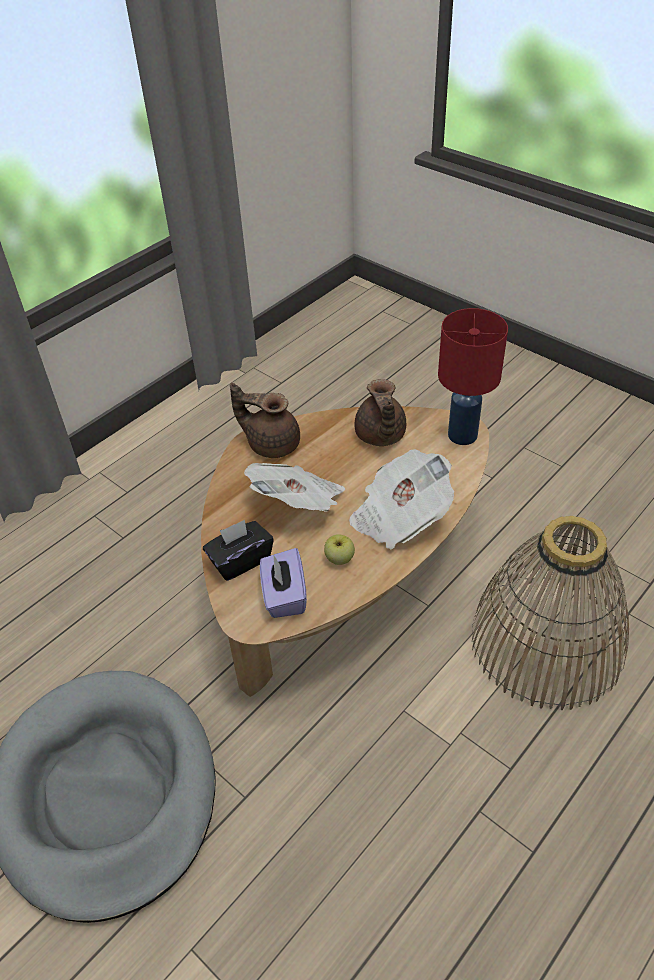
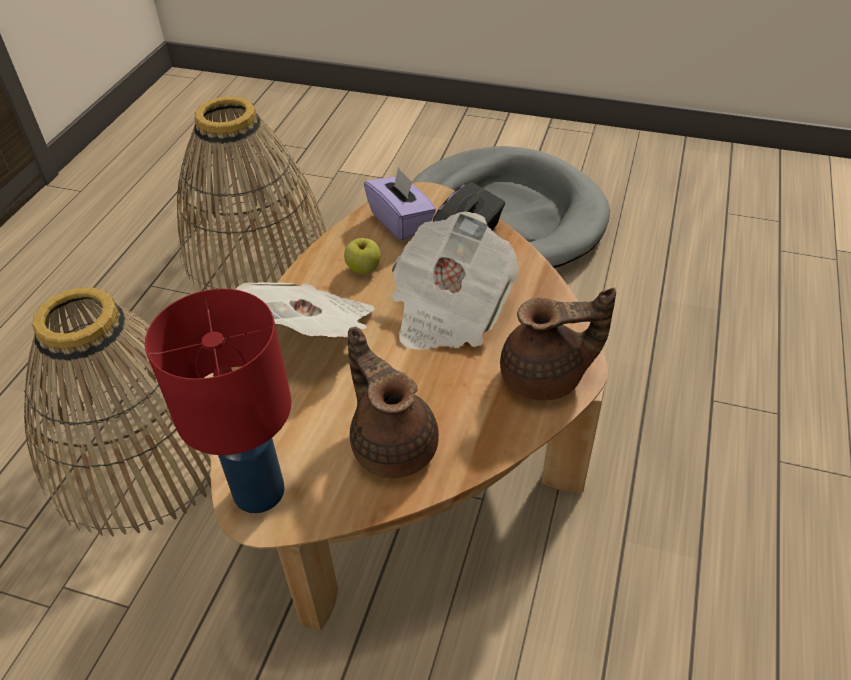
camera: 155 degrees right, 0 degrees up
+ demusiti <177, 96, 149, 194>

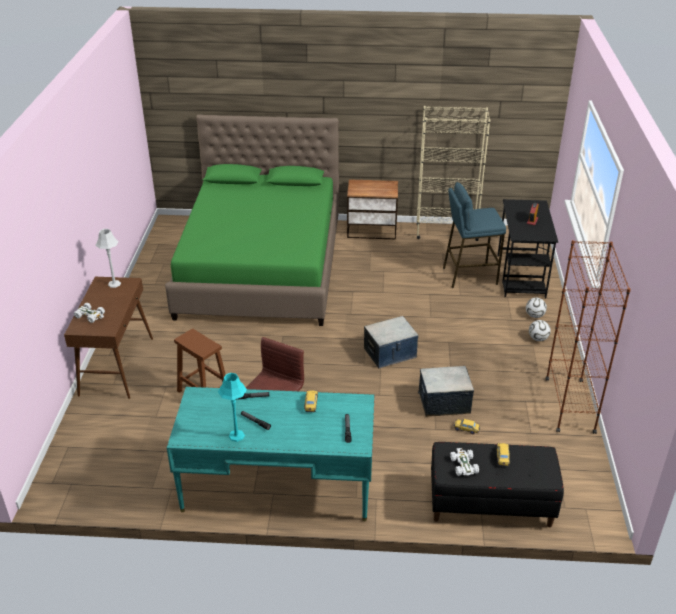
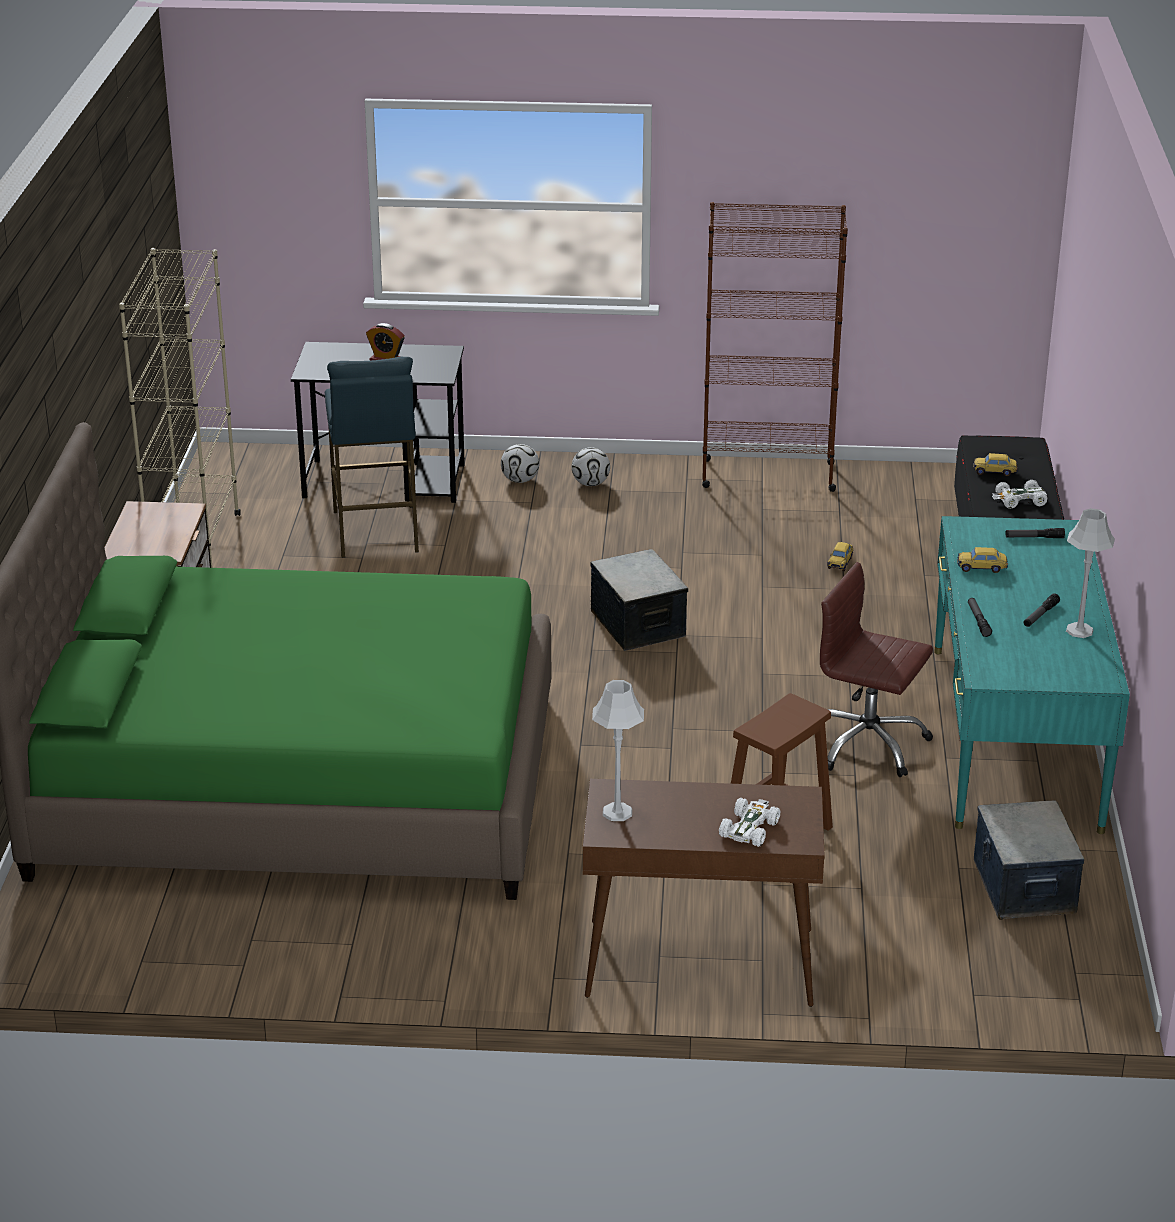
camera: 90 degrees left, 5 degrees down
~ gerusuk <418, 366, 56, 51> to <974, 801, 110, 119>
~ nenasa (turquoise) <218, 373, 29, 69> to nenasa (grey) <1066, 508, 49, 130>

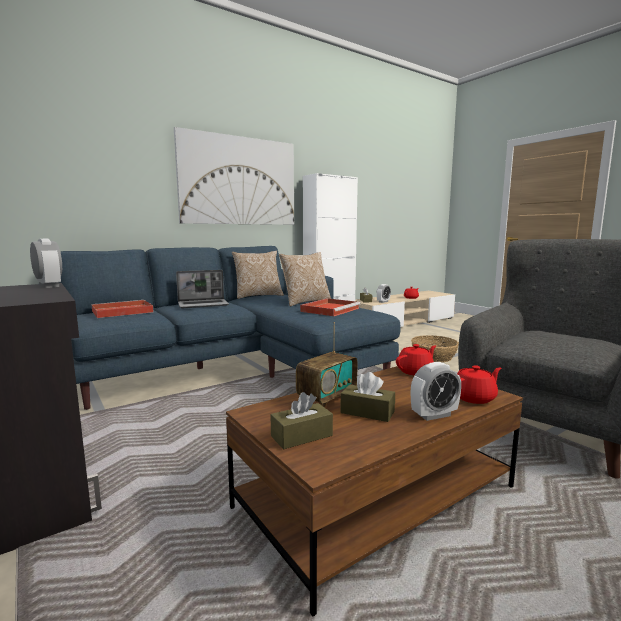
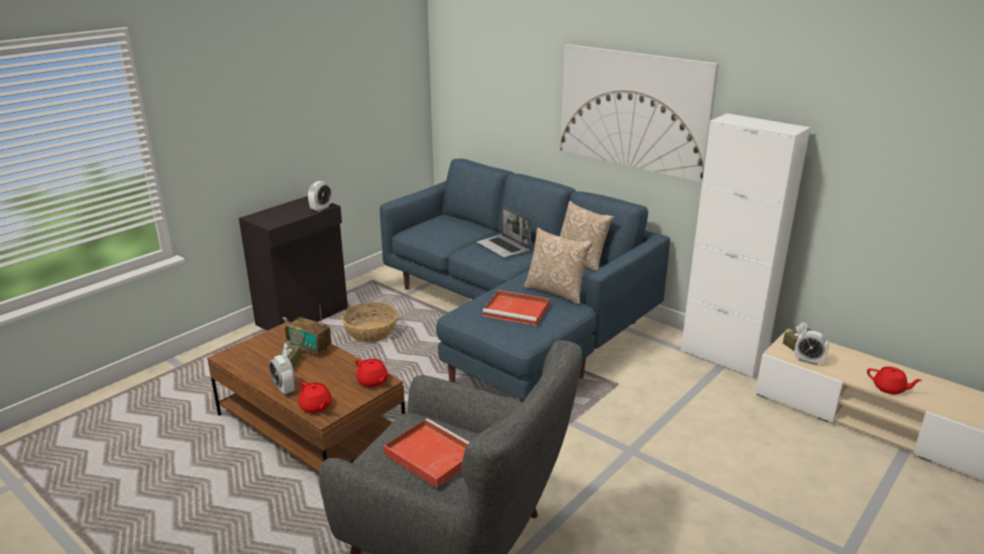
camera: 75 degrees right, 15 degrees up
- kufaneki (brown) <271, 392, 62, 57>
~ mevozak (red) <91, 300, 63, 18> to <383, 418, 87, 70>
~ demusiti <411, 335, 48, 27> to <342, 302, 56, 41>

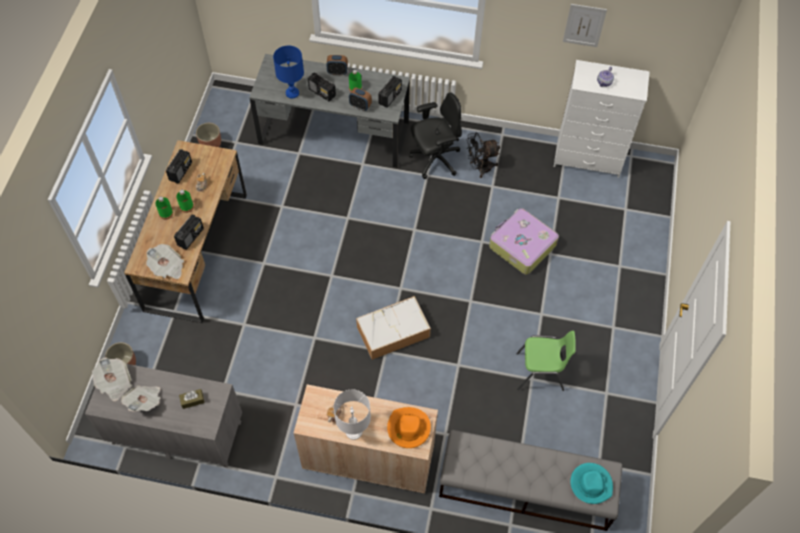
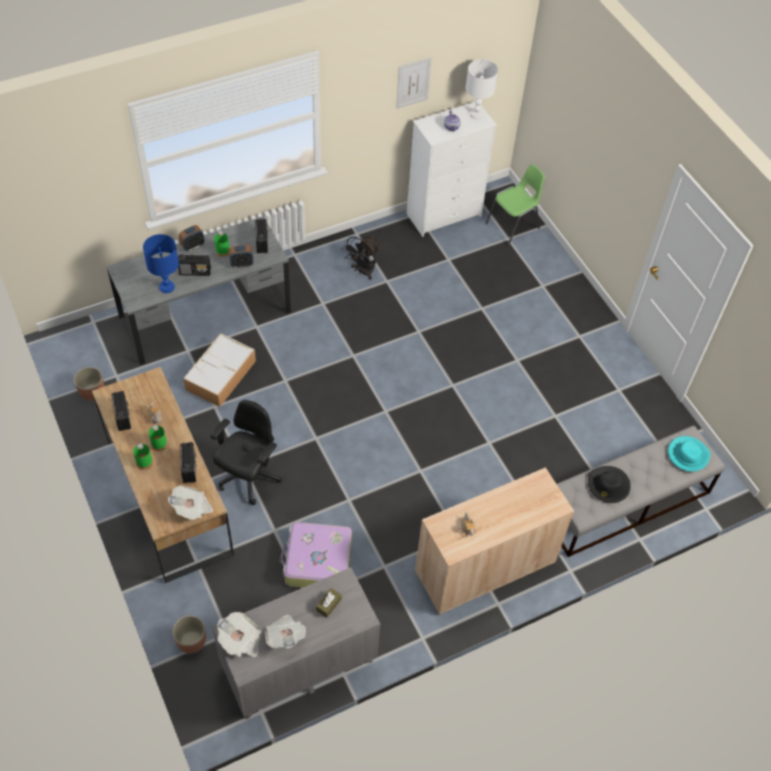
camera: 40 degrees left, 5 degrees down
- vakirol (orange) <387, 407, 44, 41>
+ vakirol (black) <588, 466, 43, 37>
~ nenasa (white) <334, 390, 37, 50> to <466, 59, 32, 60>
~ gerusuk <356, 296, 75, 64> to <183, 333, 73, 74>
~ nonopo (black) <409, 92, 53, 87> to <210, 400, 72, 105>
~ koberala <489, 208, 70, 67> to <280, 522, 72, 66>
~ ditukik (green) <516, 331, 60, 60> to <485, 164, 60, 82>

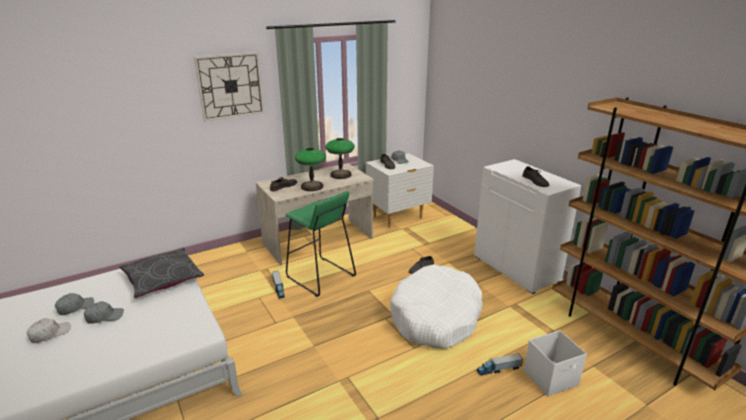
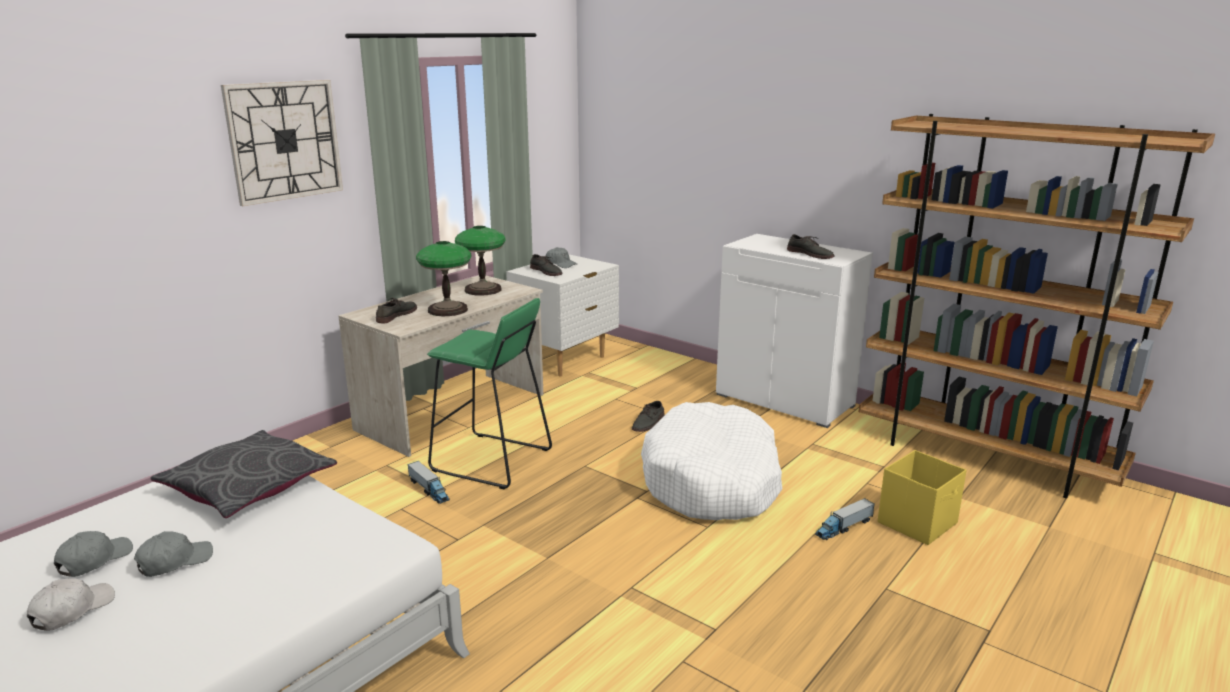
camera: 20 degrees left, 5 degrees down
~ gerusuk (white) <524, 330, 63, 66> to gerusuk (yellow) <878, 450, 89, 95>

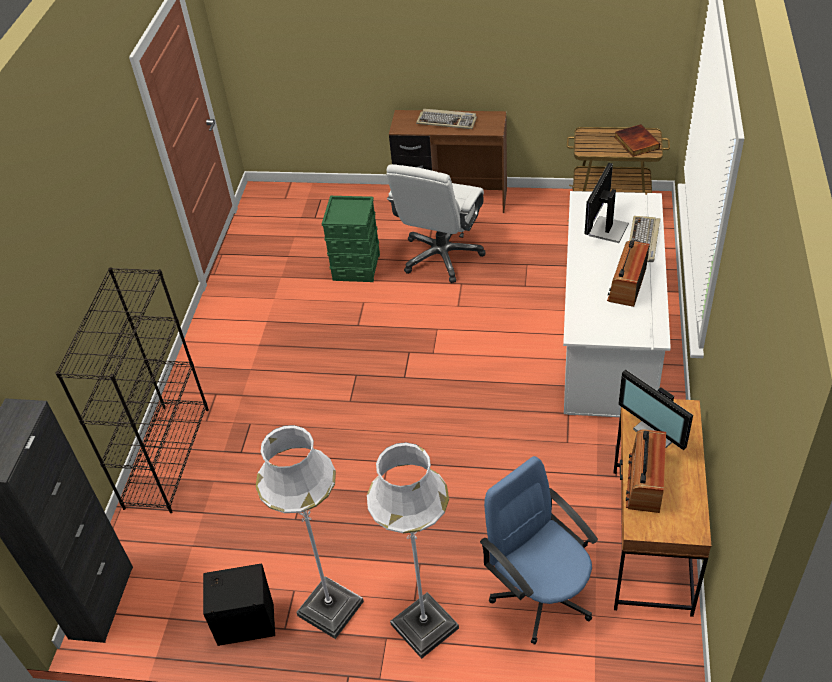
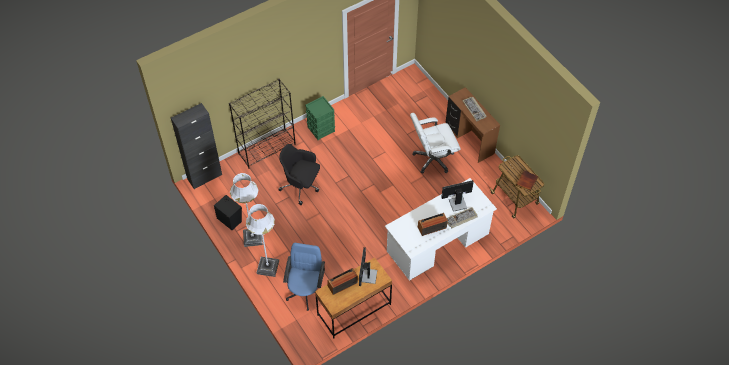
camera: 45 degrees right, 10 degrees up
+ nonopo (black) <278, 144, 42, 61>
~ gerusuk (green) <322, 196, 58, 86> to <305, 96, 30, 44>

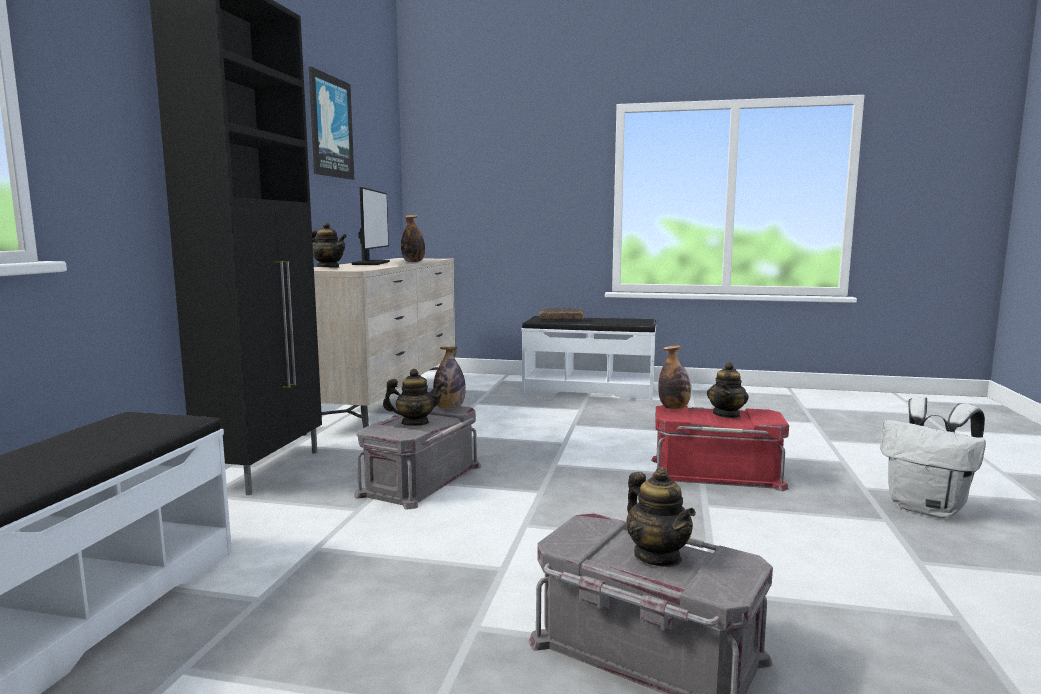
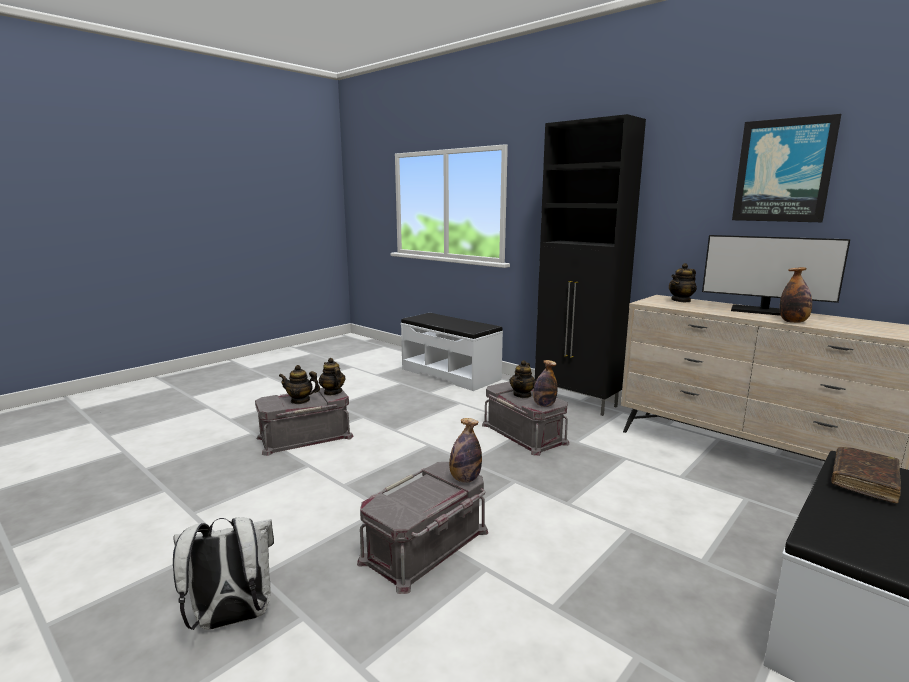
camera: 120 degrees right, 5 degrees up
~ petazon <707, 362, 42, 56> to <319, 358, 27, 37>
~ gerusuk (red) <651, 405, 138, 86> to gerusuk (grey) <357, 462, 131, 132>

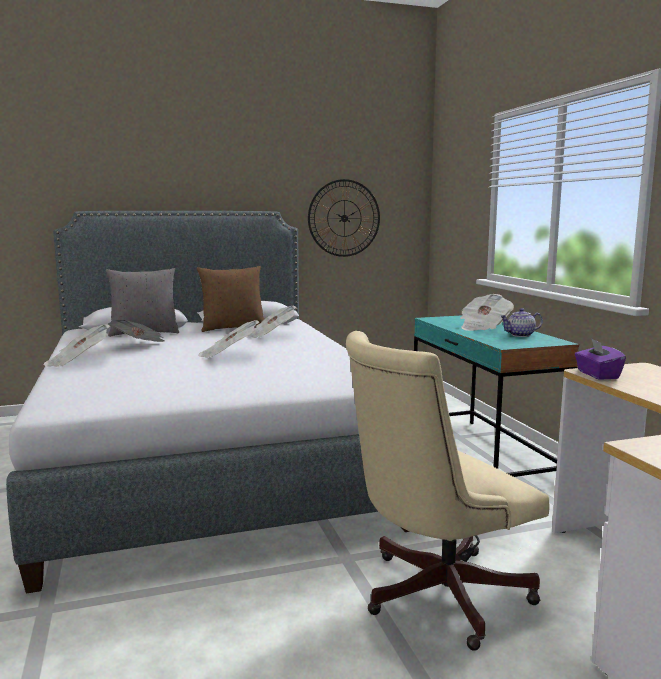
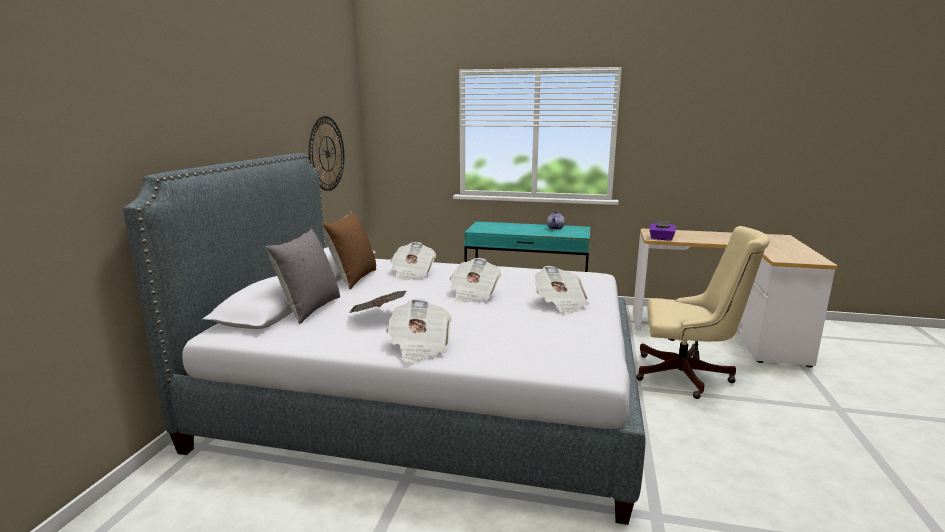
camera: 60 degrees left, 5 degrees up
~ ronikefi <460, 294, 54, 37> to <534, 266, 55, 48>
~ nonopo (beige) <346, 331, 203, 320> = <636, 226, 134, 173> 75 degrees counterclockwise

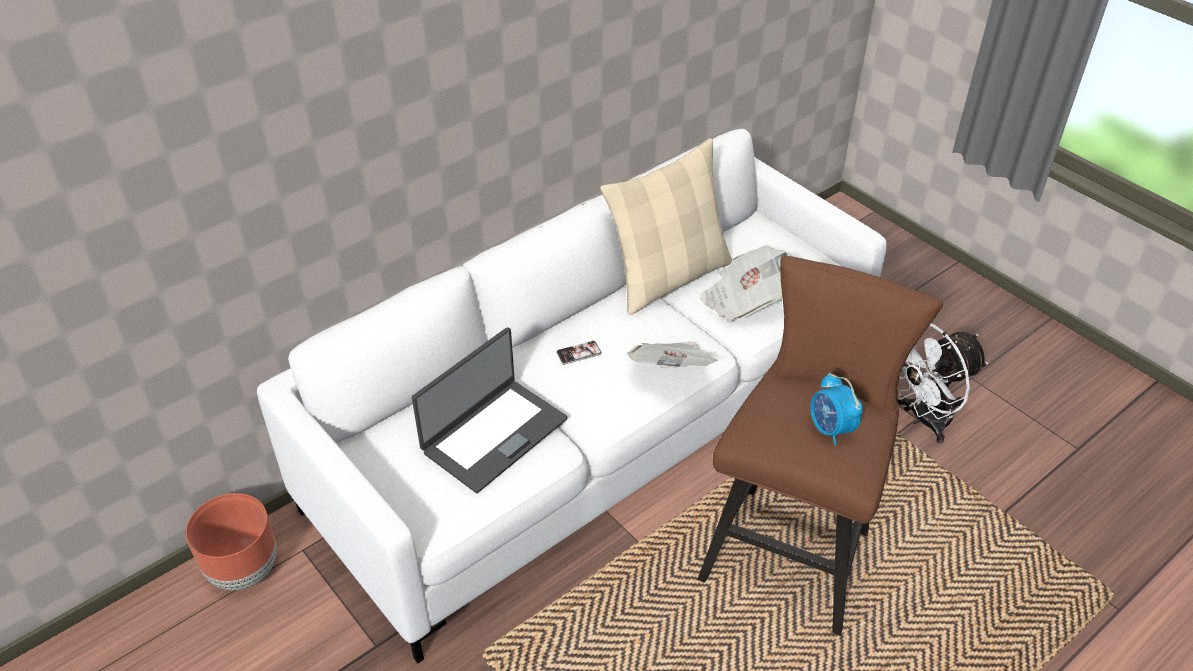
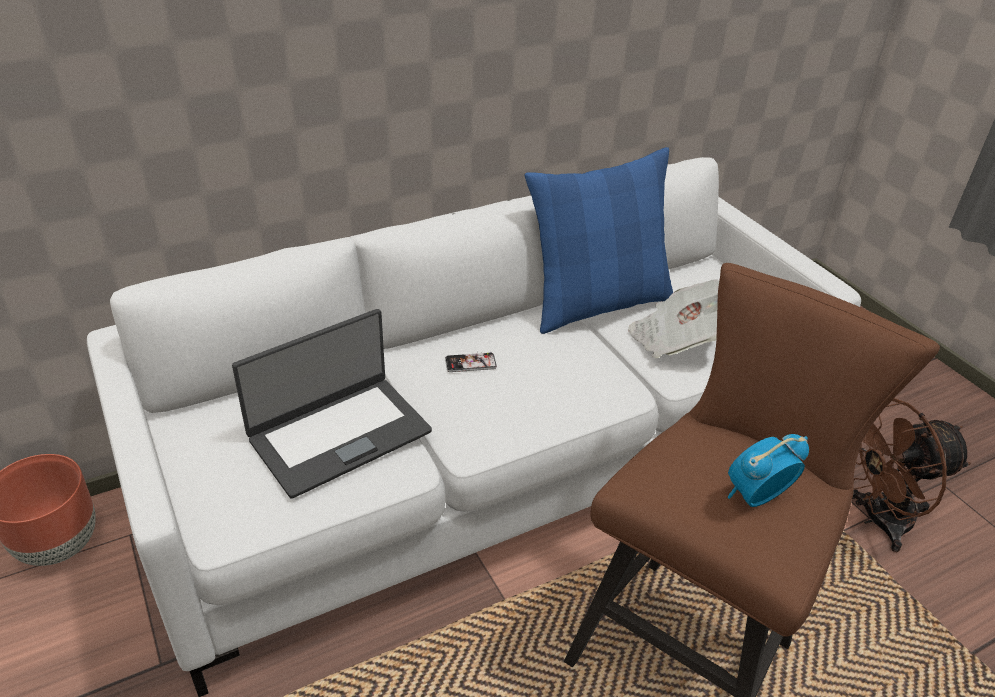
camera: 10 degrees right, 5 degrees down
- ronikefi <627, 341, 91, 27>
~ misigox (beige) <600, 138, 133, 177> to misigox (blue) <525, 147, 148, 187>
~ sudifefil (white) <898, 324, 90, 120> to sudifefil (brown) <852, 398, 119, 154>
~ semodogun <810, 372, 53, 73> = <727, 434, 82, 73> 75 degrees clockwise

